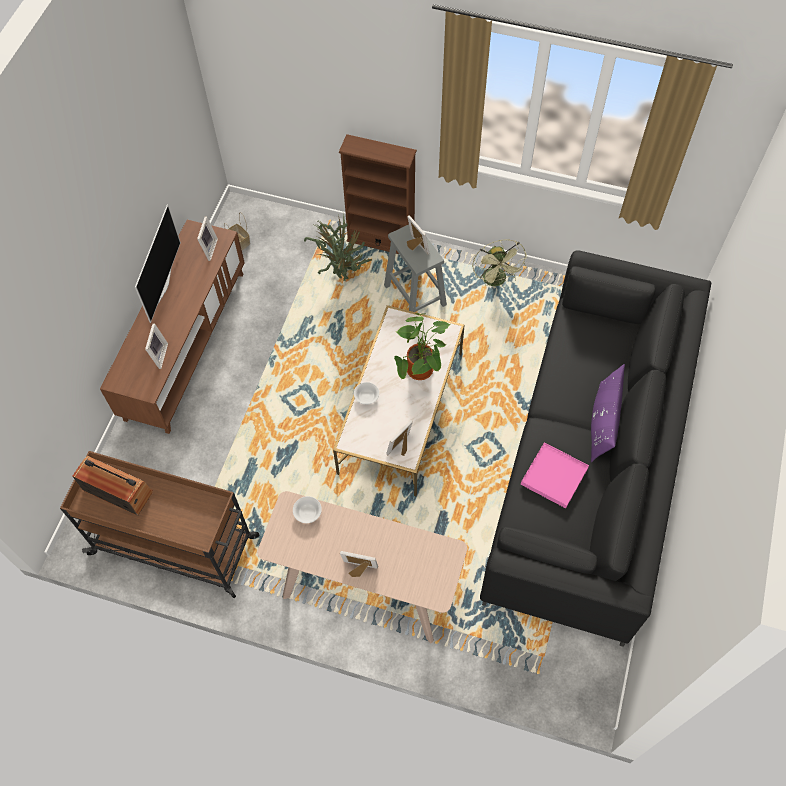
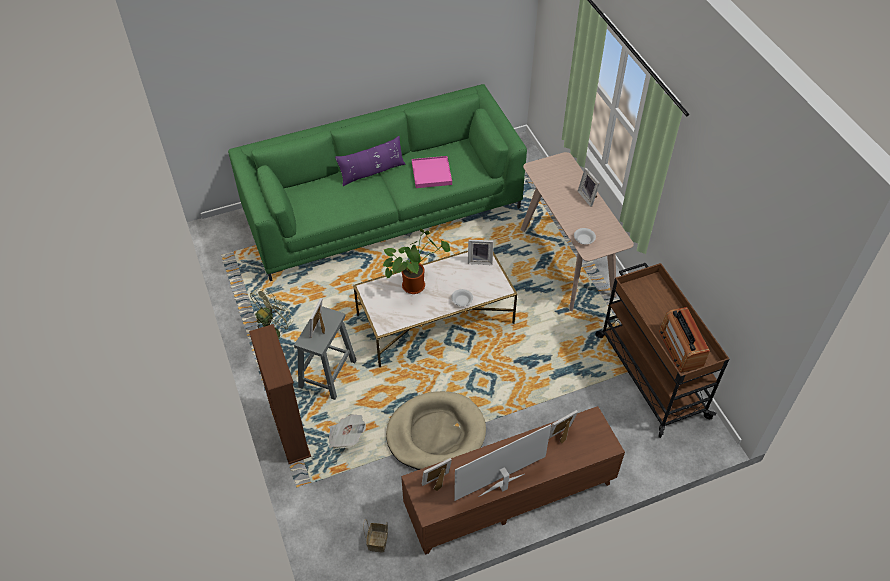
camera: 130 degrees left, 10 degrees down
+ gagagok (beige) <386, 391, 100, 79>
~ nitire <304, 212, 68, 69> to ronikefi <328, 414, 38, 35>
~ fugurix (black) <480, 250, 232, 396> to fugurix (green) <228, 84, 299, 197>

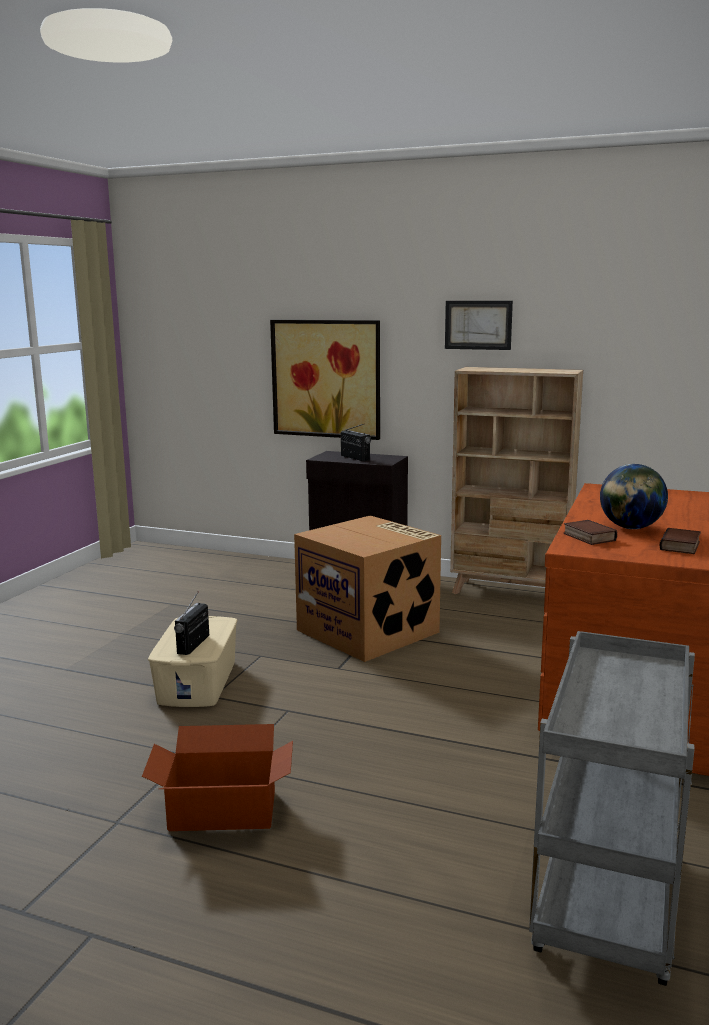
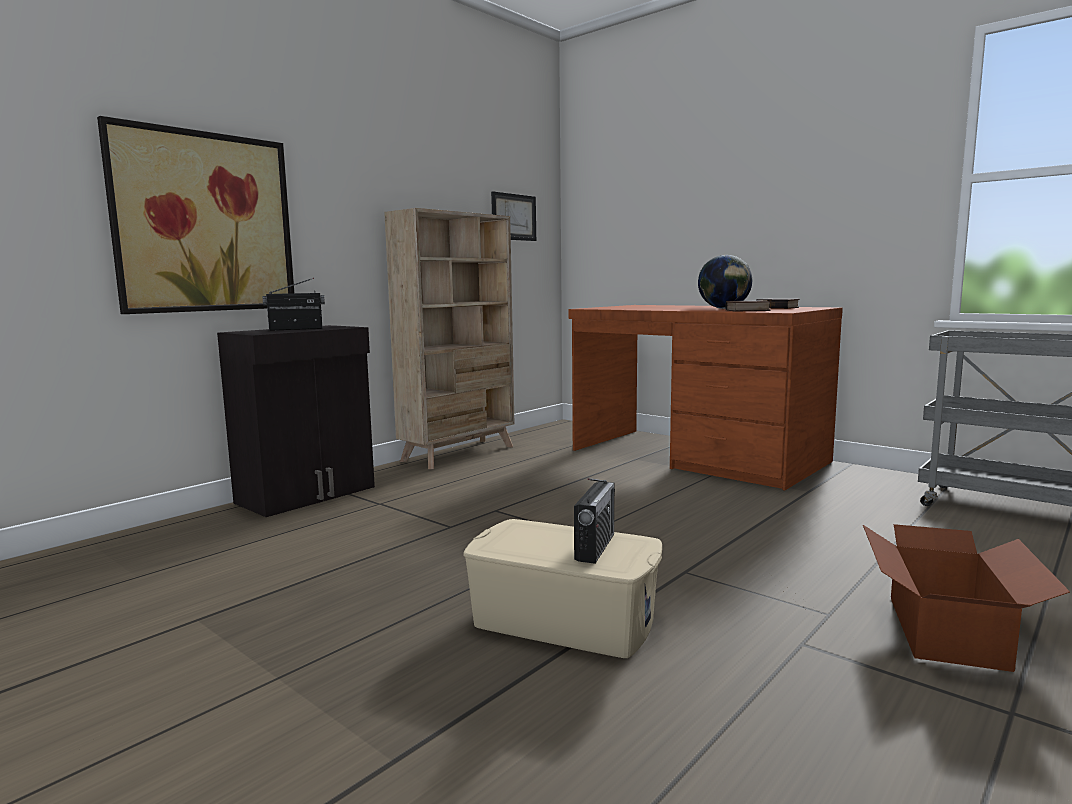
camera: 70 degrees left, 5 degrees down
- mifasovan <294, 516, 147, 146>
~ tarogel <445, 301, 68, 49> to <491, 191, 45, 50>
~ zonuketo <174, 591, 35, 64> = <574, 478, 41, 86> 105 degrees counterclockwise

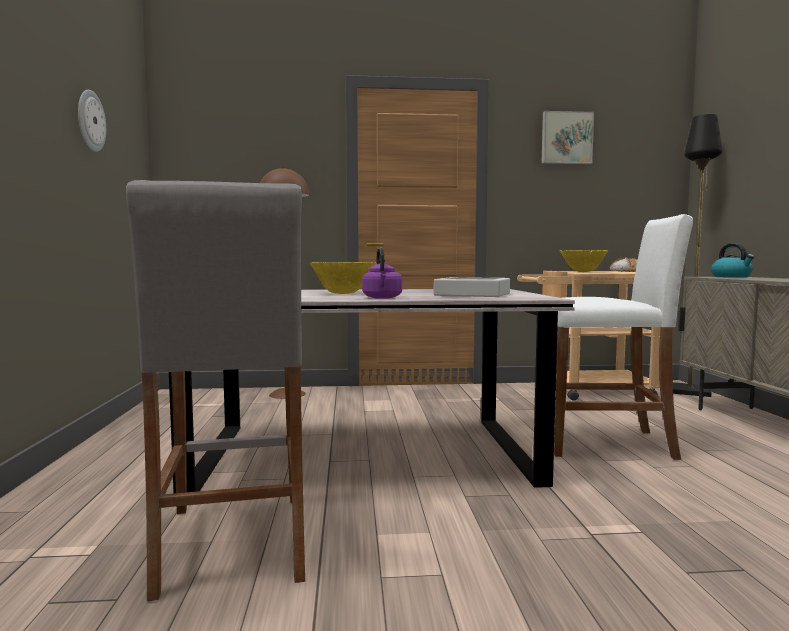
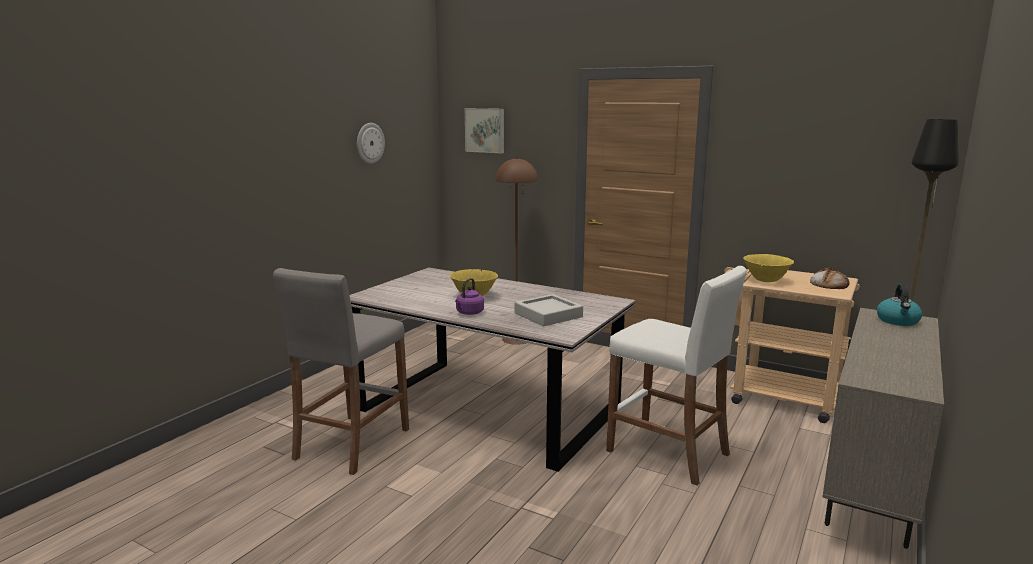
camera: 35 degrees right, 10 degrees up
~ tarogel <542, 111, 52, 53> to <465, 108, 39, 45>

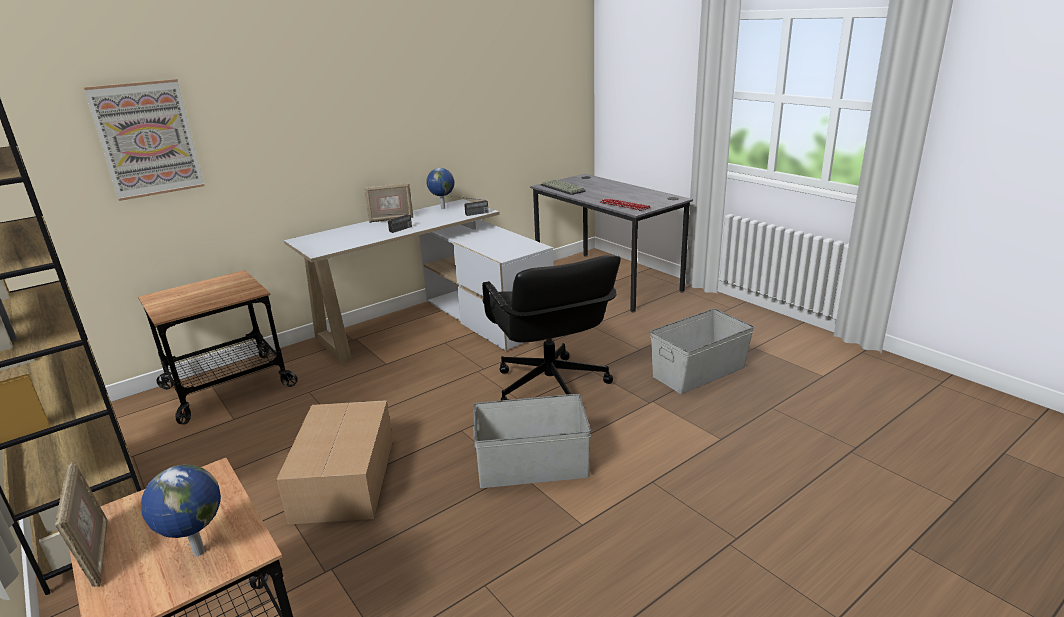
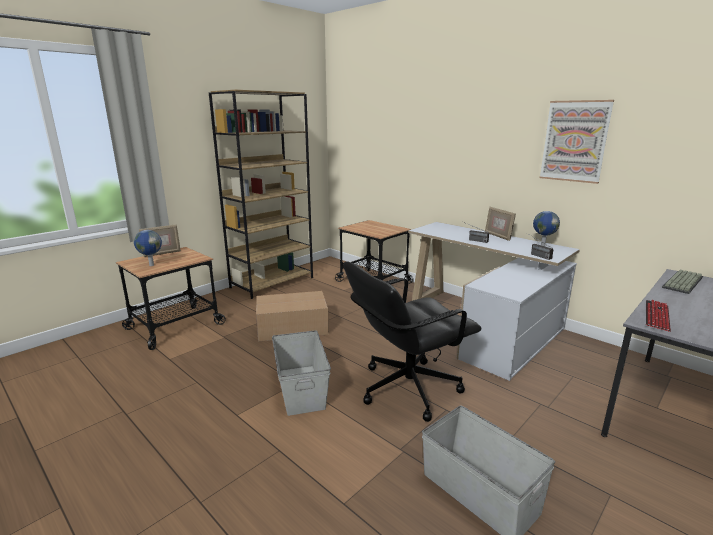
camera: 80 degrees right, 5 degrees down
~ tarogel <84, 79, 120, 122> to <539, 100, 75, 84>

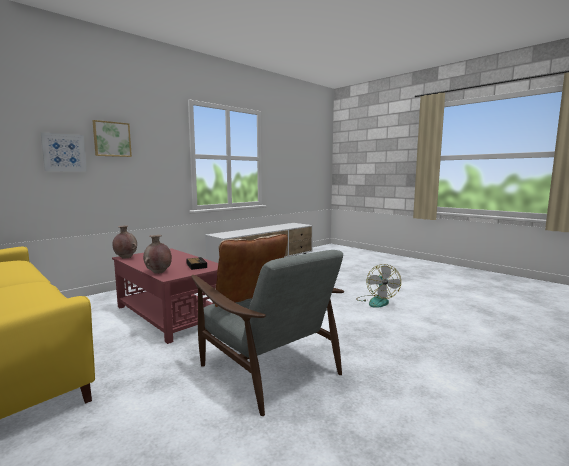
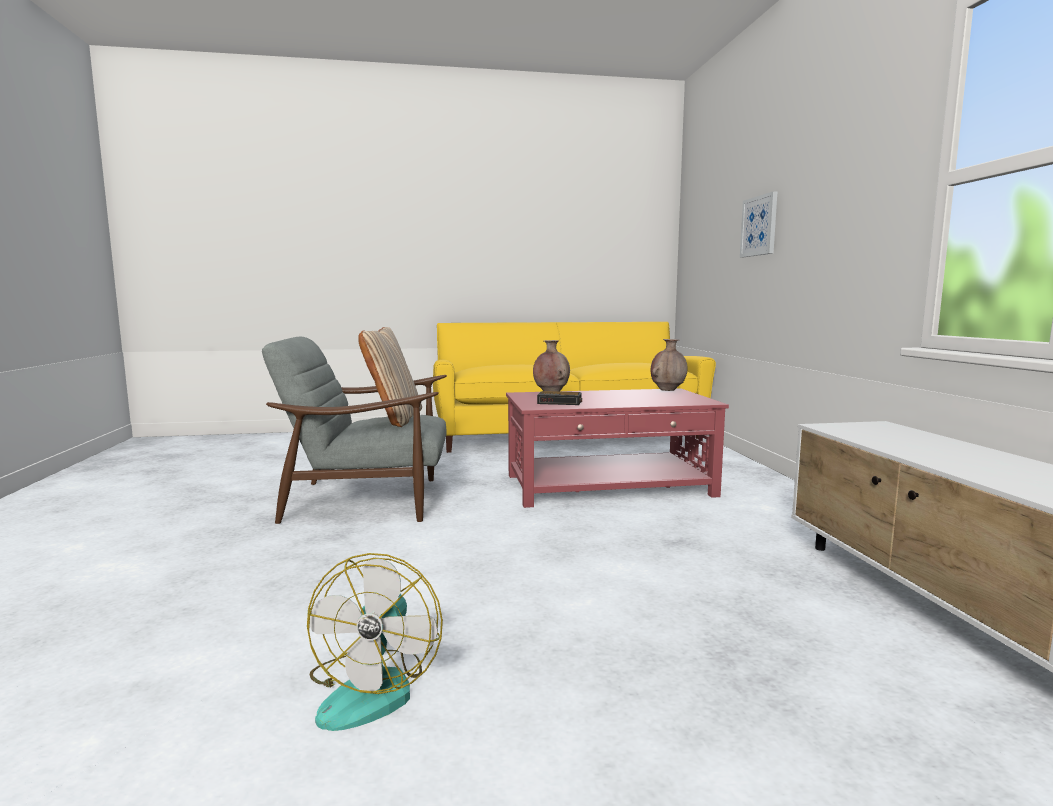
camera: 125 degrees right, 0 degrees up
- tarogel <92, 120, 40, 37>
~ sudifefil <356, 264, 45, 44> = <307, 553, 136, 178> 120 degrees counterclockwise

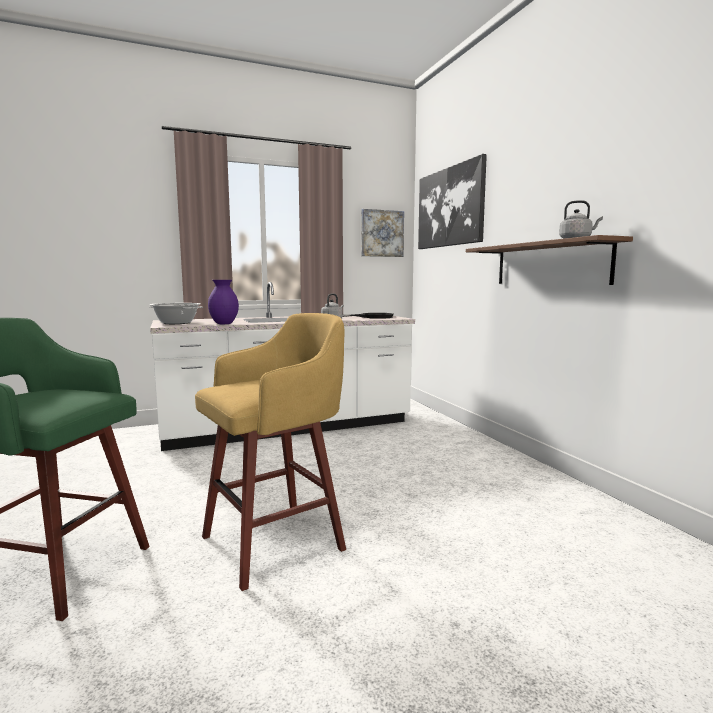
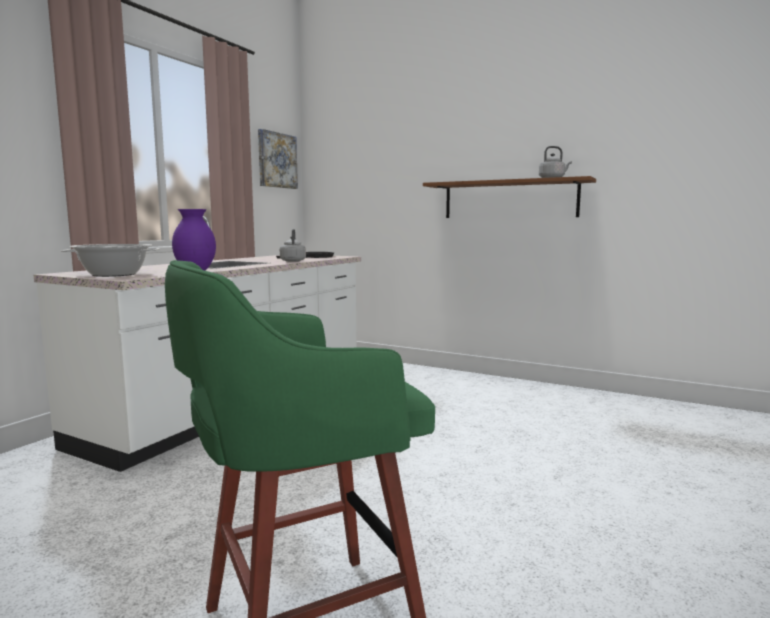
camera: 40 degrees left, 0 degrees up
- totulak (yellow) <195, 313, 151, 278>
- tarogel <418, 154, 69, 95>

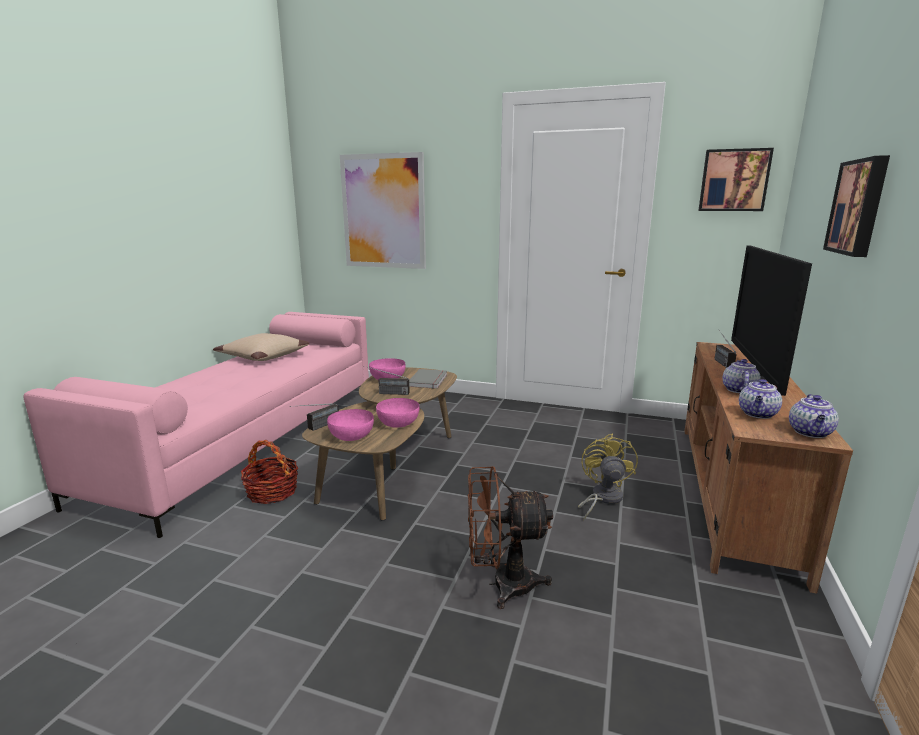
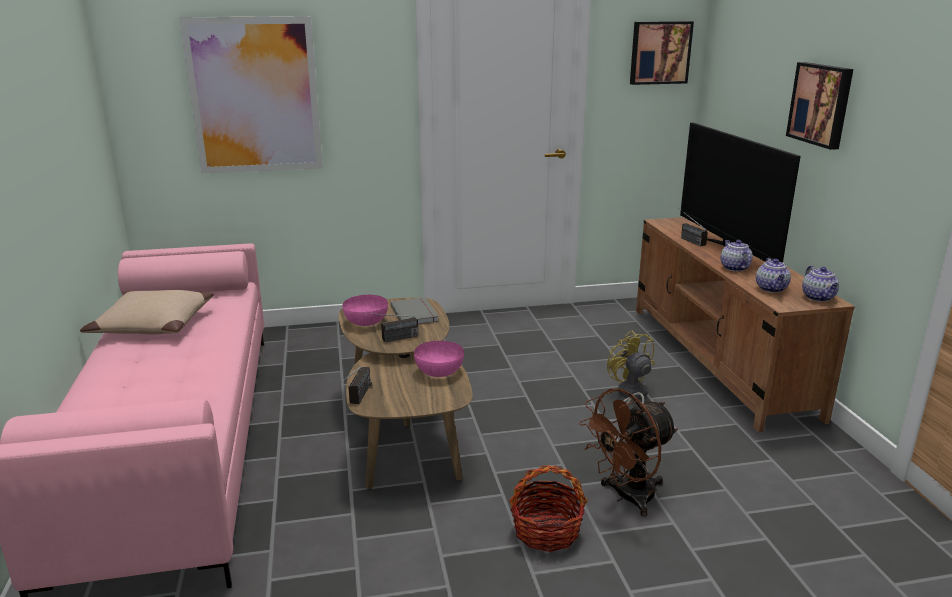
camera: 30 degrees left, 5 degrees up
- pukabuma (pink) <327, 409, 47, 32>
~ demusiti <241, 439, 57, 65> to <509, 465, 79, 87>

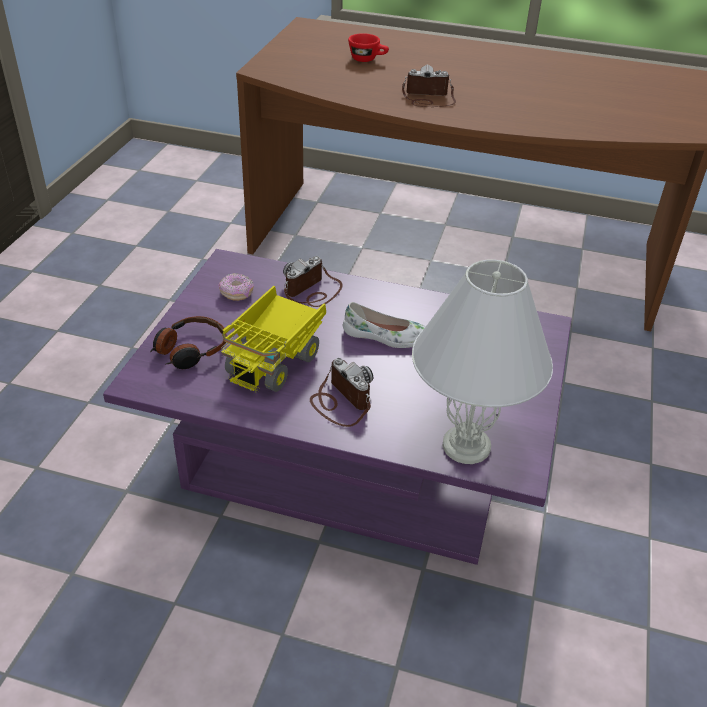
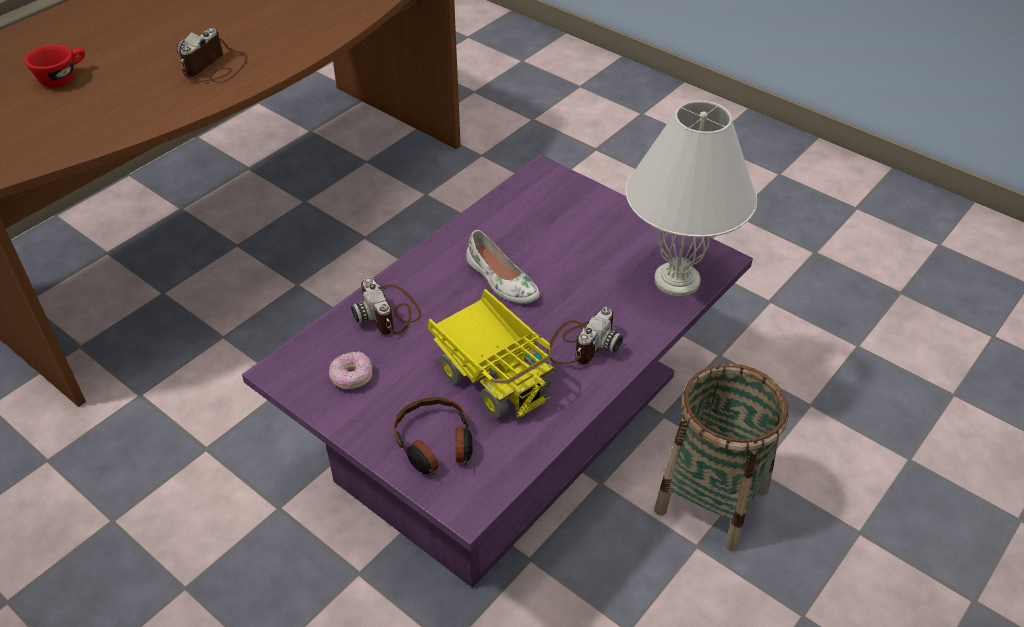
camera: 65 degrees left, 5 degrees up
+ demusiti <654, 363, 135, 188>
~ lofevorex <310, 358, 63, 69> = <547, 307, 76, 57> 135 degrees clockwise
~ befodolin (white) <343, 302, 83, 46> = <466, 230, 74, 74> 105 degrees clockwise

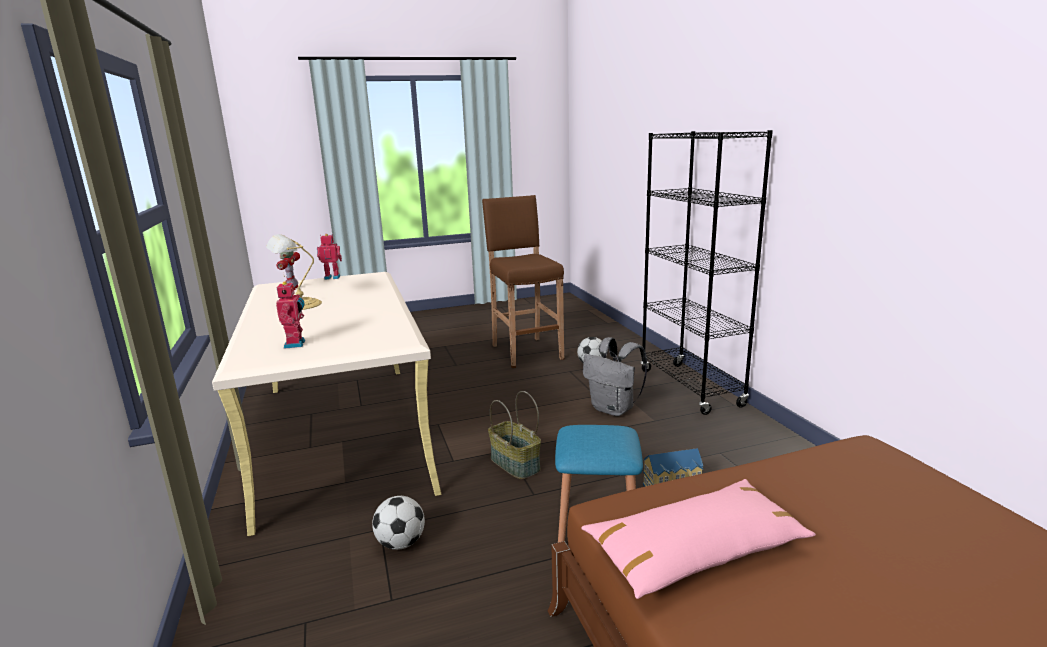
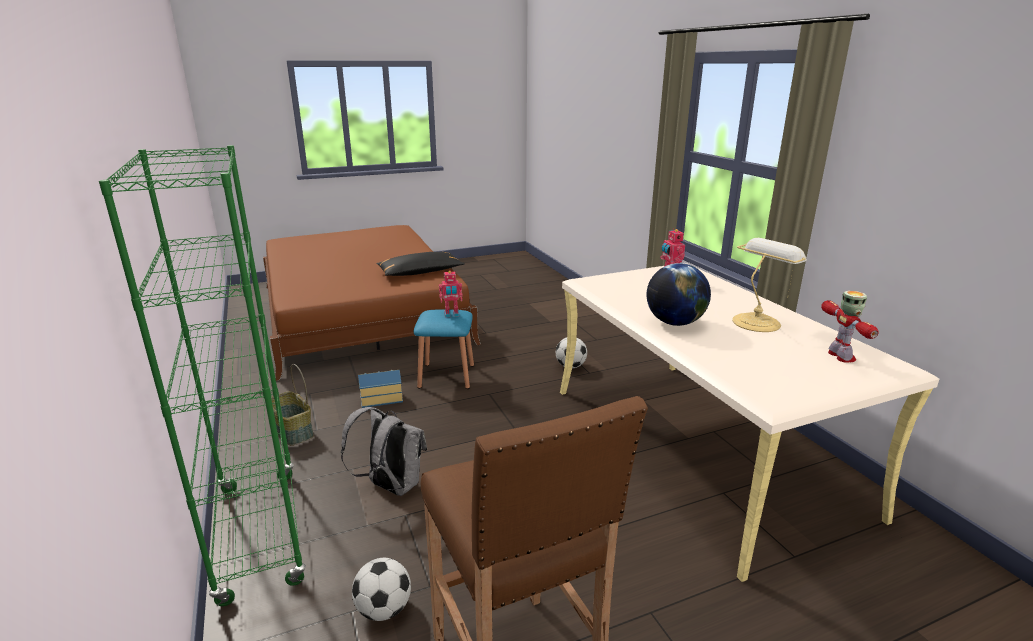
camera: 175 degrees right, 5 degrees up
+ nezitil <647, 263, 64, 63>
~ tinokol <317, 234, 25, 46> to <439, 271, 24, 46>
~ demusiti <488, 391, 53, 88> to <268, 364, 46, 82>
~ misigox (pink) <581, 479, 235, 120> to misigox (black) <376, 252, 89, 24>
~ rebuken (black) <640, 130, 133, 285> to rebuken (green) <99, 145, 207, 461>

